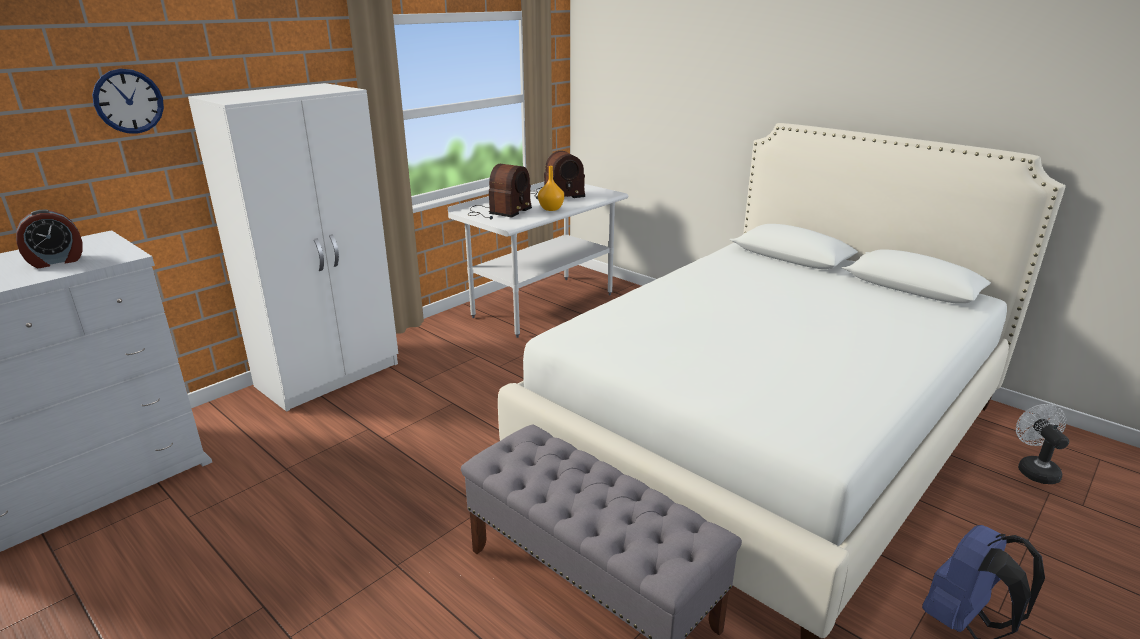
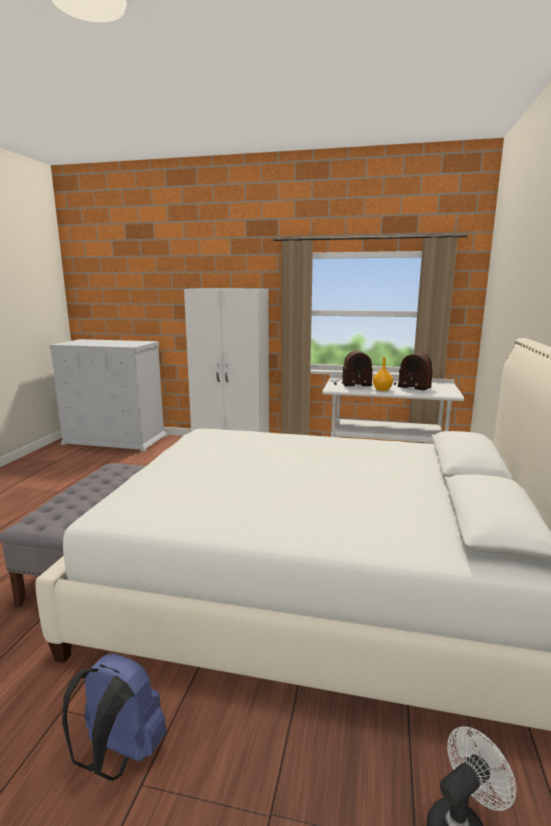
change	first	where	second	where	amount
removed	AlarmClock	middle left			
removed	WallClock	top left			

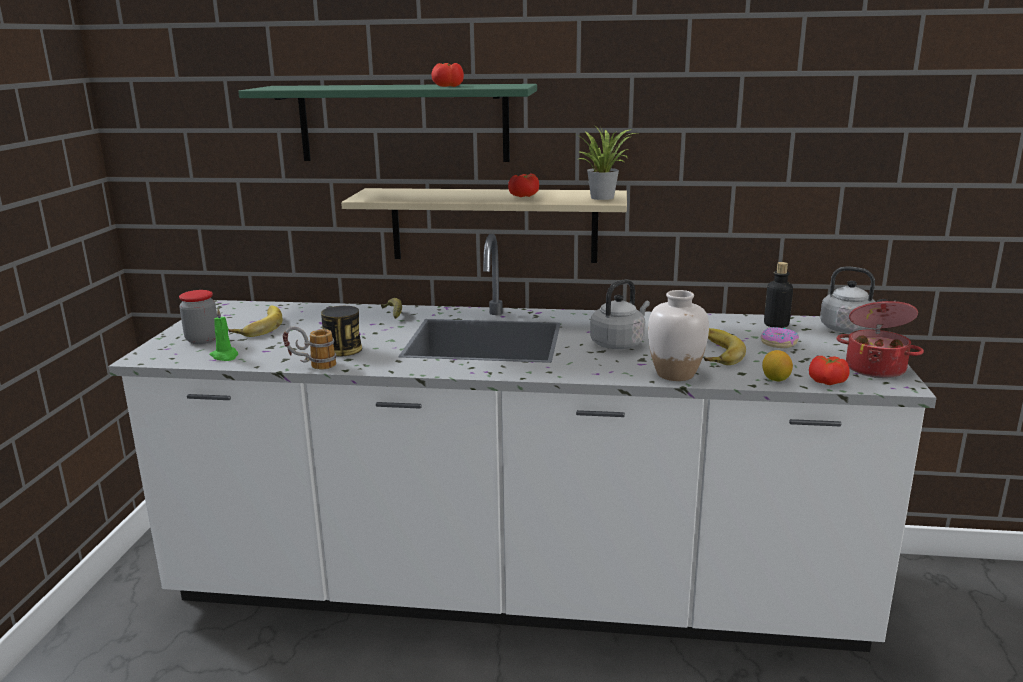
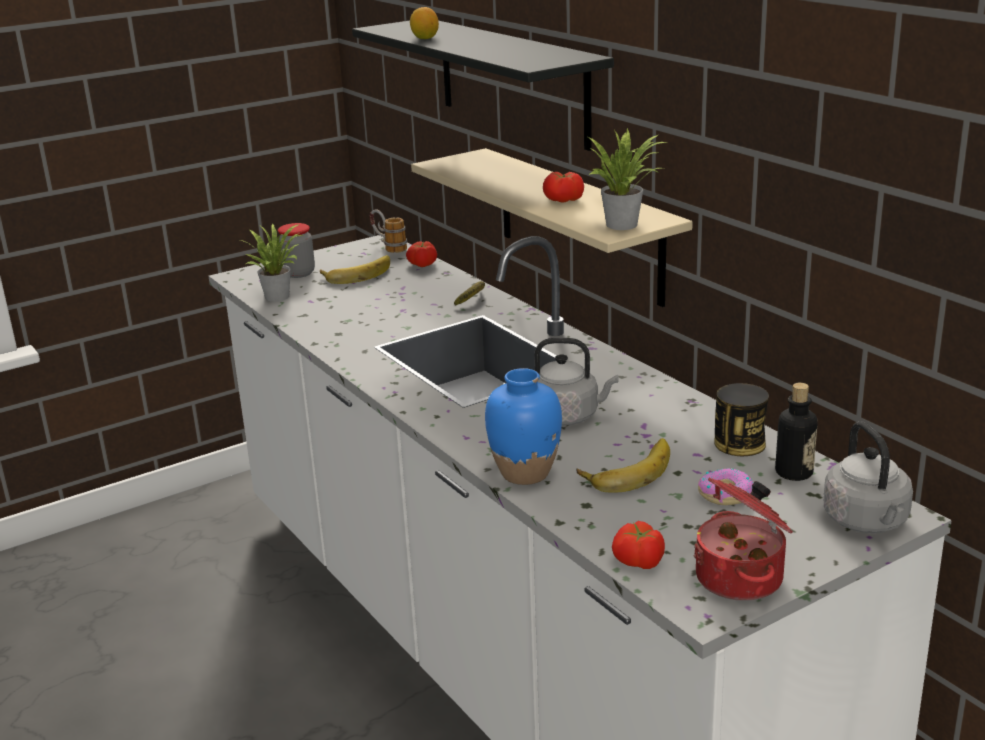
change	first	where	second	where	amount
moved	Mug	middle left		top centre	
moved	Can	centre		middle right	
moved	Tomato (1st from left)	top centre		centre	
moved	Lemon	middle right		top centre	
replaced	GreenCandle	middle left	PottedPlant (1st from left)	middle left	
recoloured	GreenShelf	top centre	BlackShelf	top centre	
recoloured	WhiteVase	centre	BlueVase	centre	

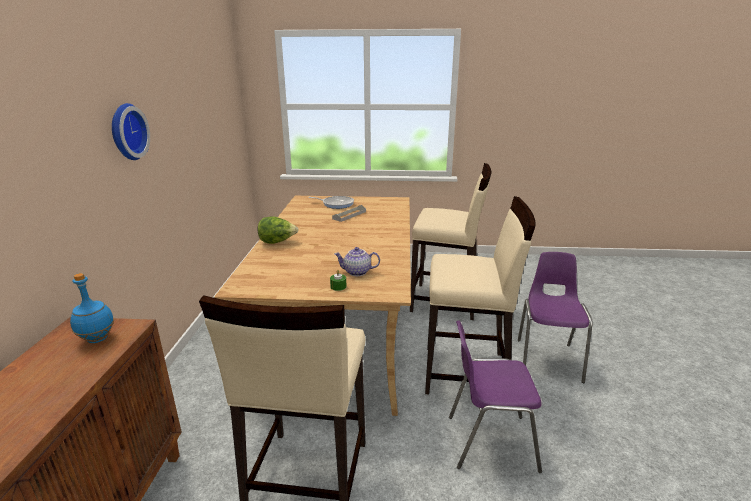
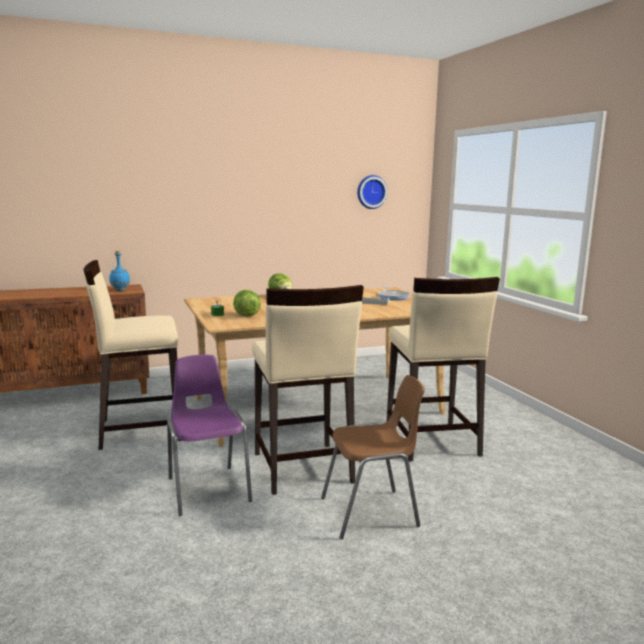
change	first	where	second	where	amount
moved	WallClock	top left		top centre	
replaced	Teapot	centre	Lettuce (1st from left)	centre	
recoloured	PurpleChair (2nd from left)	middle right	BrownChair	bottom centre	

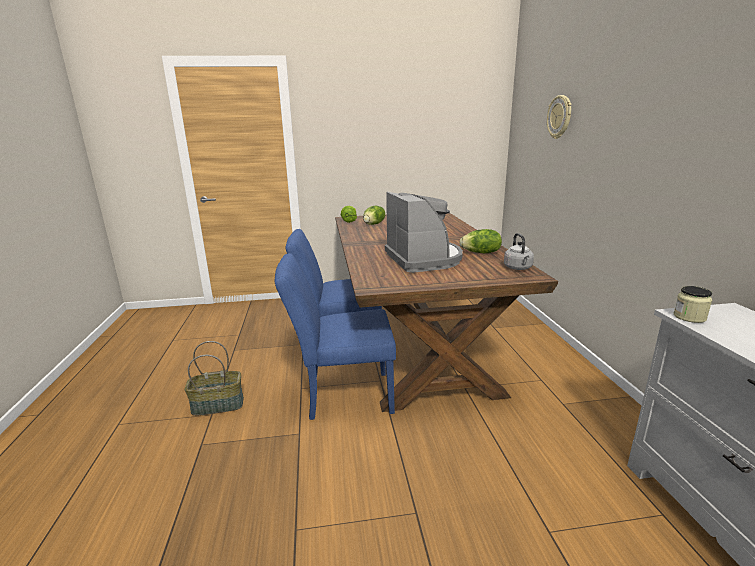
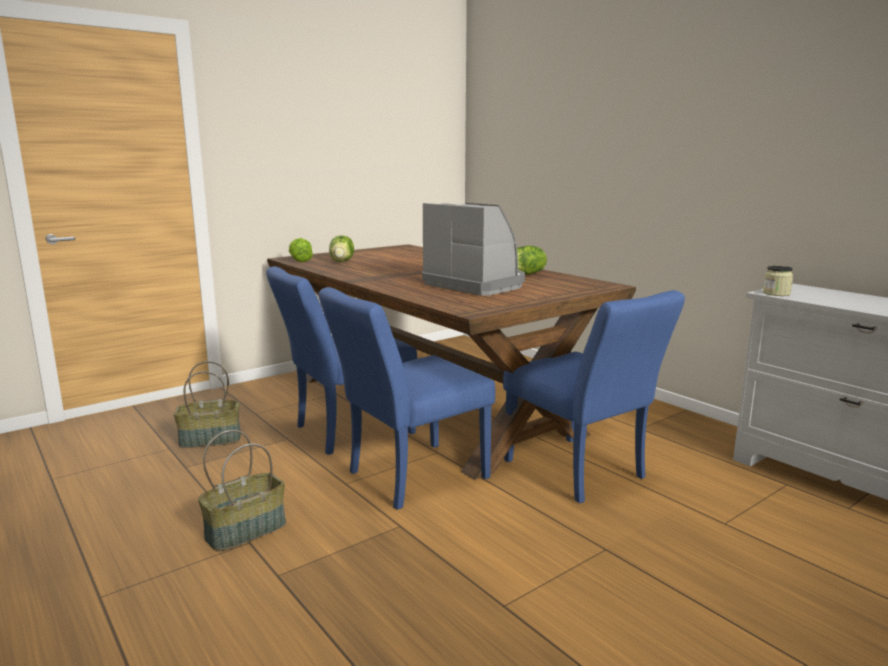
change	first	where	second	where	amount
removed	GreyKettle	middle right			
removed	WallClock	top right			
added			Basket (1st from left)	middle left	
added			BlueChair (3rd from left)	middle right	

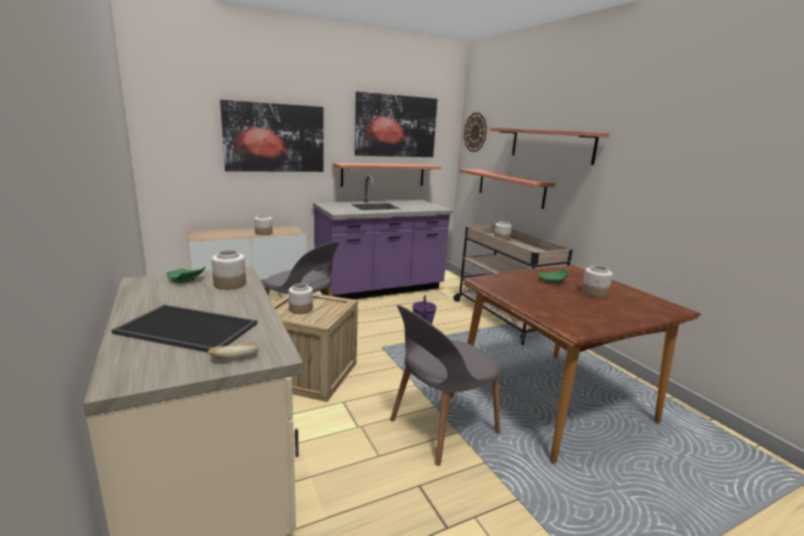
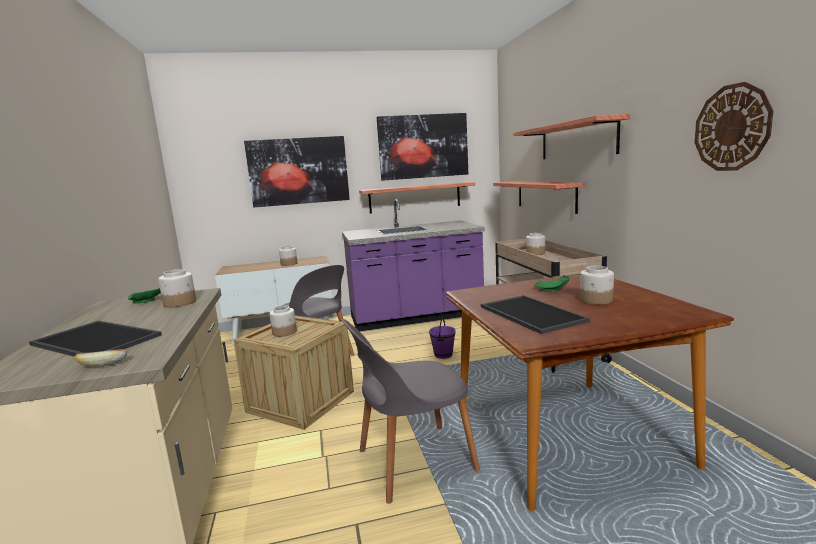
change	first	where	second	where	amount
added			Tray (2nd from left)	centre	
moved	WallClock	top centre		top right	

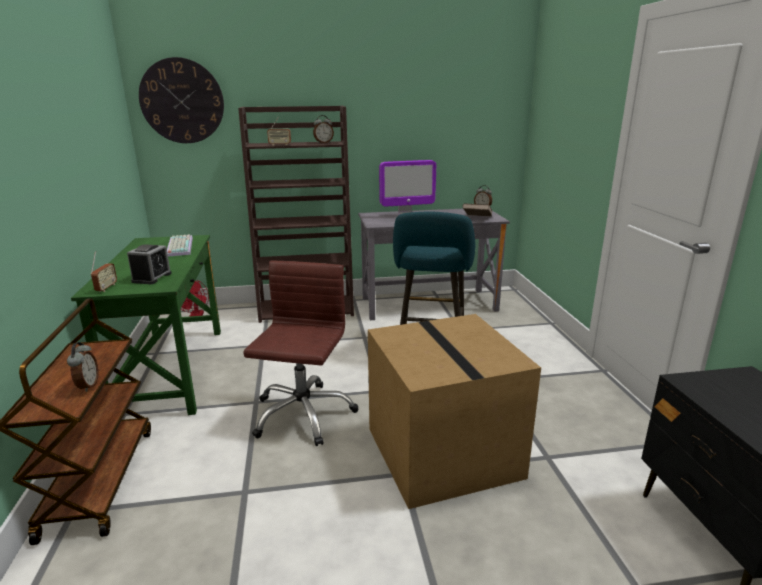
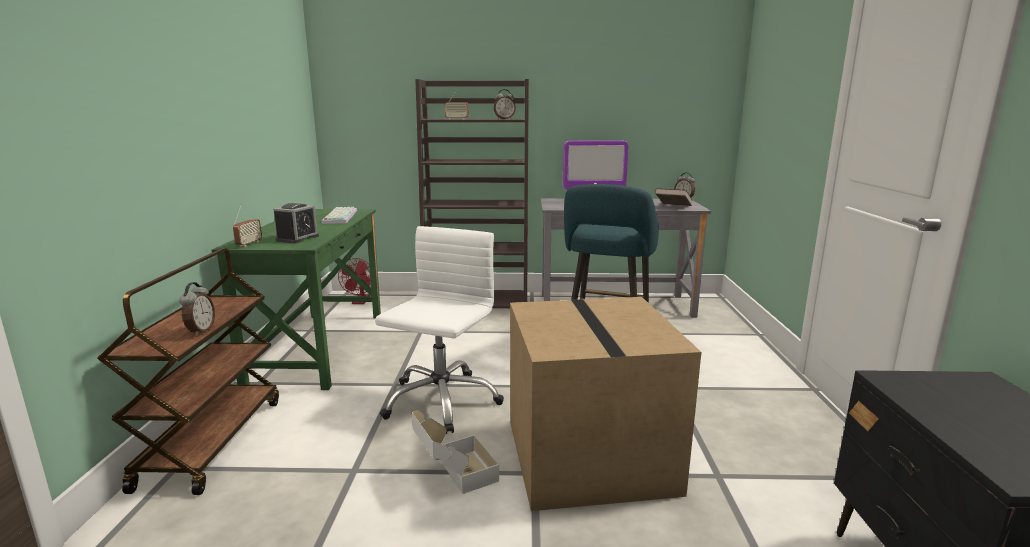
change	first	where	second	where	amount
removed	WallClock	top left			
added			CardboardBox (1st from left)	bottom centre	
recoloured	BrownOfficeChair	centre	WhiteOfficeChair	centre	

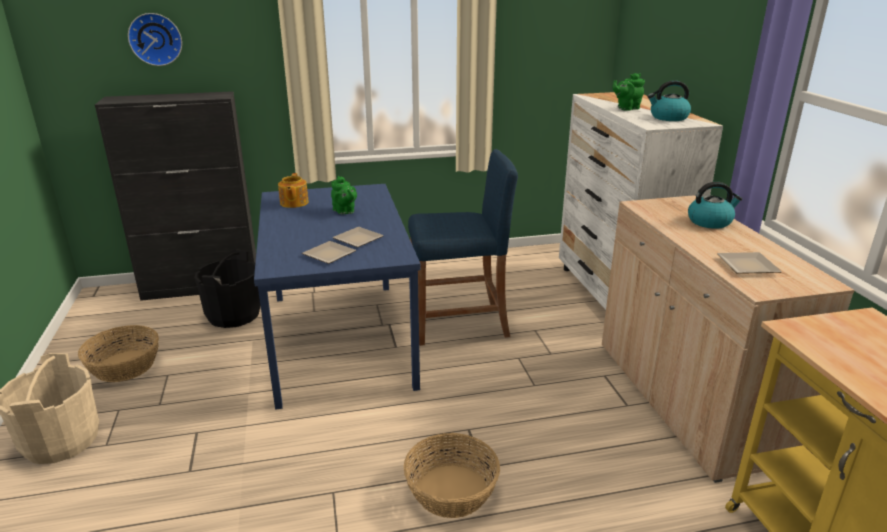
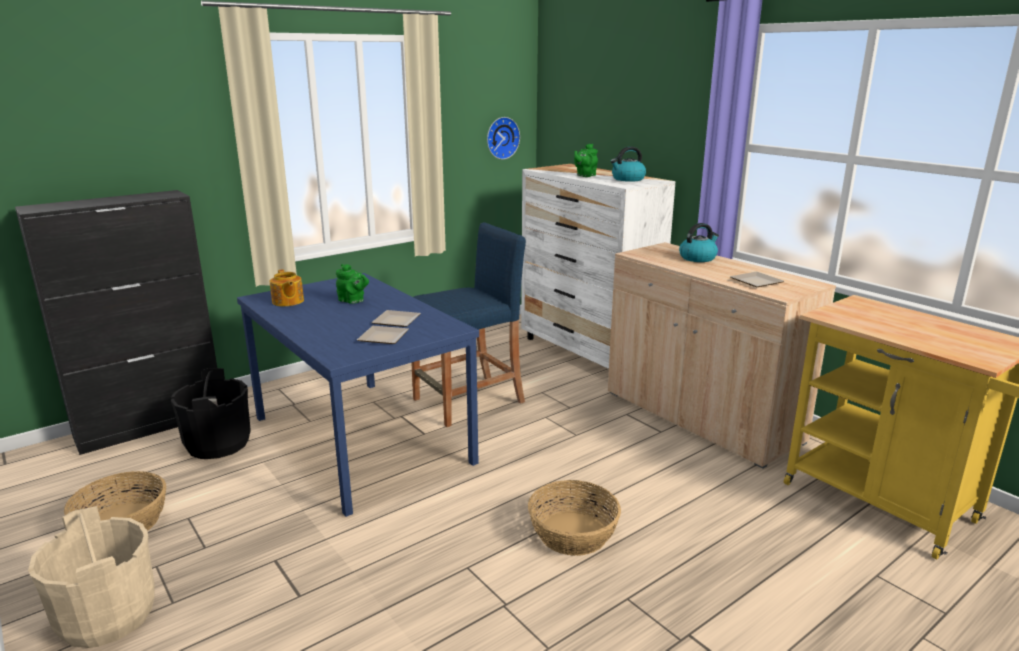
change	first	where	second	where	amount
moved	WallClock	top left		top centre	

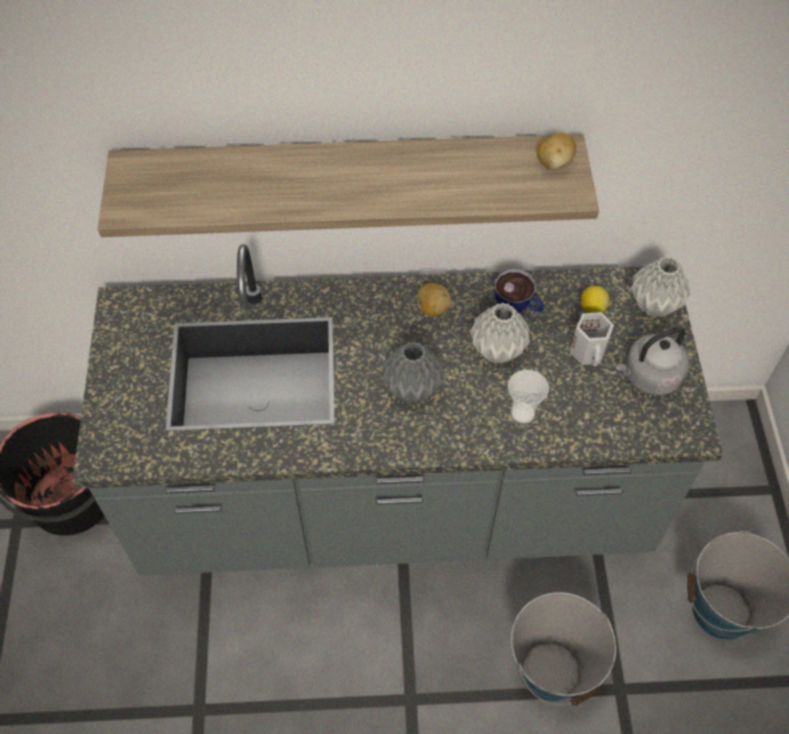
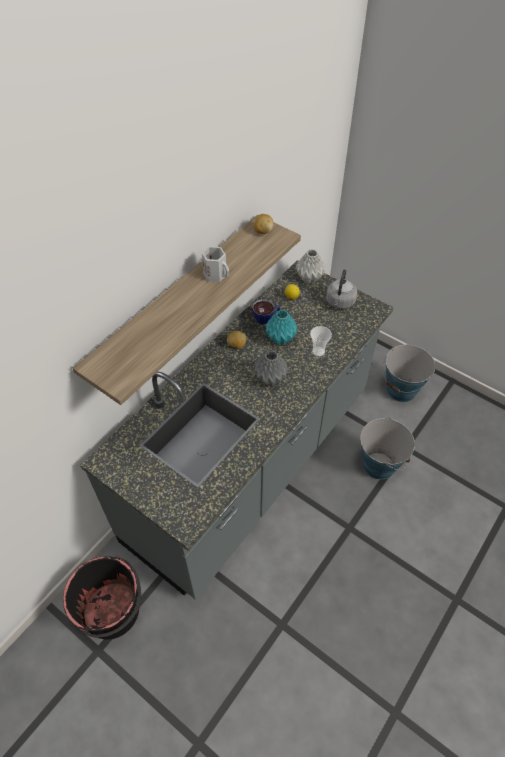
change	first	where	second	where	amount
moved	WhiteMug	middle right		centre	
recoloured	GreyVase (2nd from left)	centre	TurquoiseVase	centre	

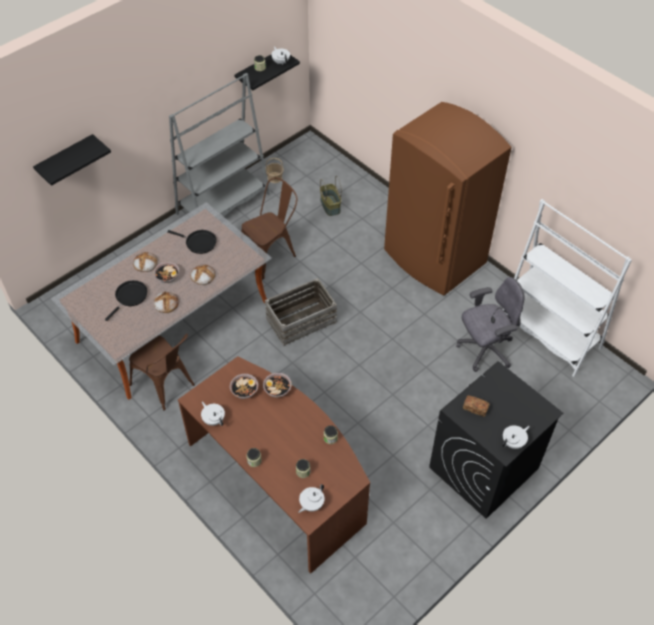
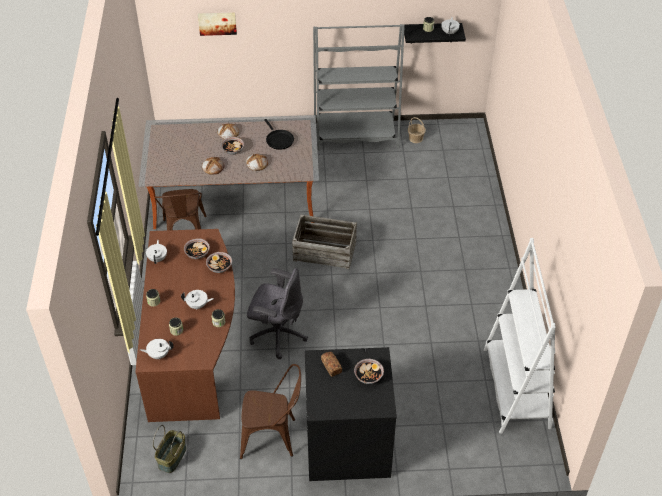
change	first	where	second	where	amount
removed	BlackFryingPan (1st from left)	middle left			
removed	BrownFridge	top right			
added			Bowl (4th from left)	bottom centre	
moved	BrownChair (2nd from left)	centre		bottom centre	
moved	Basket (2nd from left in the first image)	top centre	Basket (1st from left)	bottom left	
moved	GreyOfficeChair	middle right		centre	
moved	WhiteTeapot (4th from left in the first image)	bottom right	WhiteTeapot (3rd from left)	middle left	
replaced	BlackShelf (1st from left)	top left	Picture	top left	

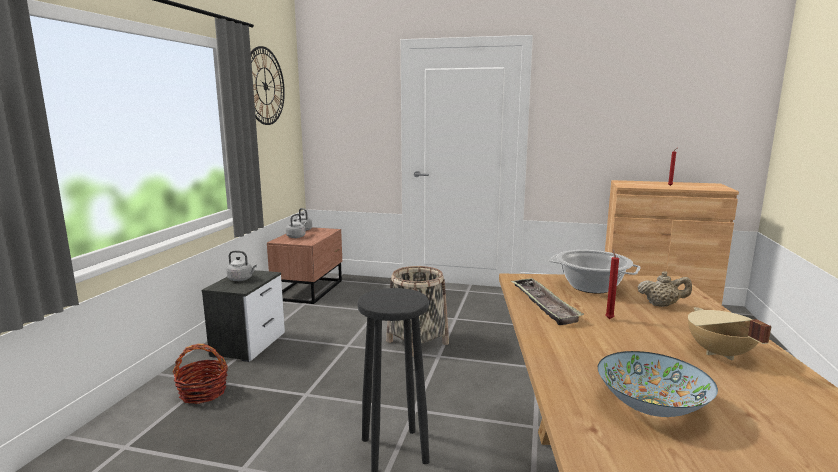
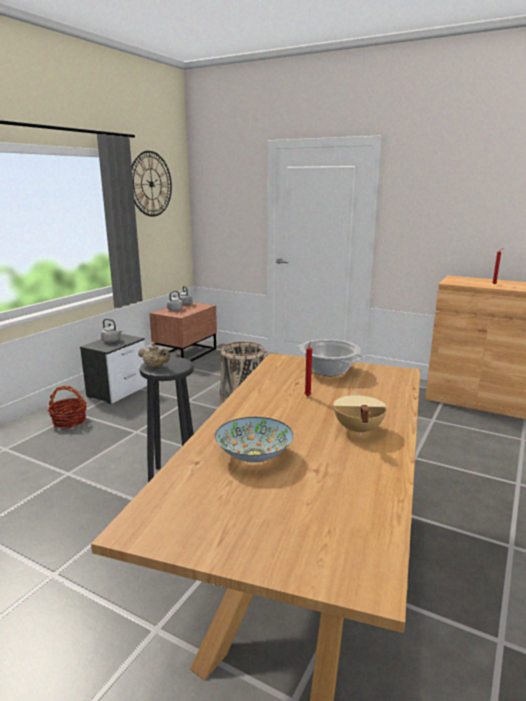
change	first	where	second	where	amount
removed	Tray	centre			
moved	BeigeTeapot	middle right		middle left	

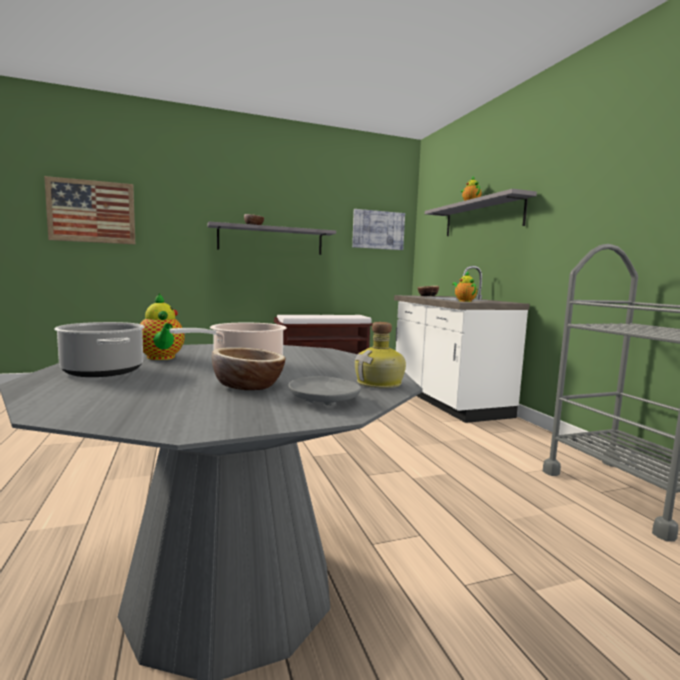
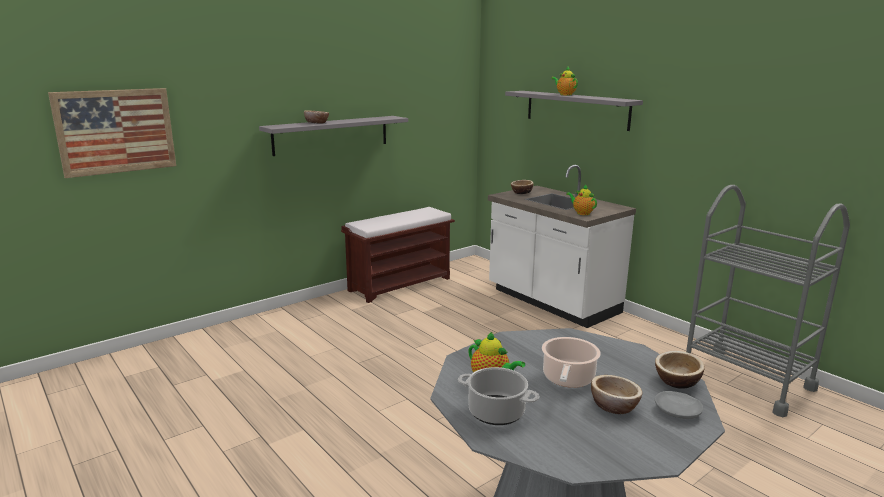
change	first	where	second	where	amount
removed	Picture (2nd from left)	centre			
replaced	Bottle	centre	Bowl (4th from left)	bottom right	

